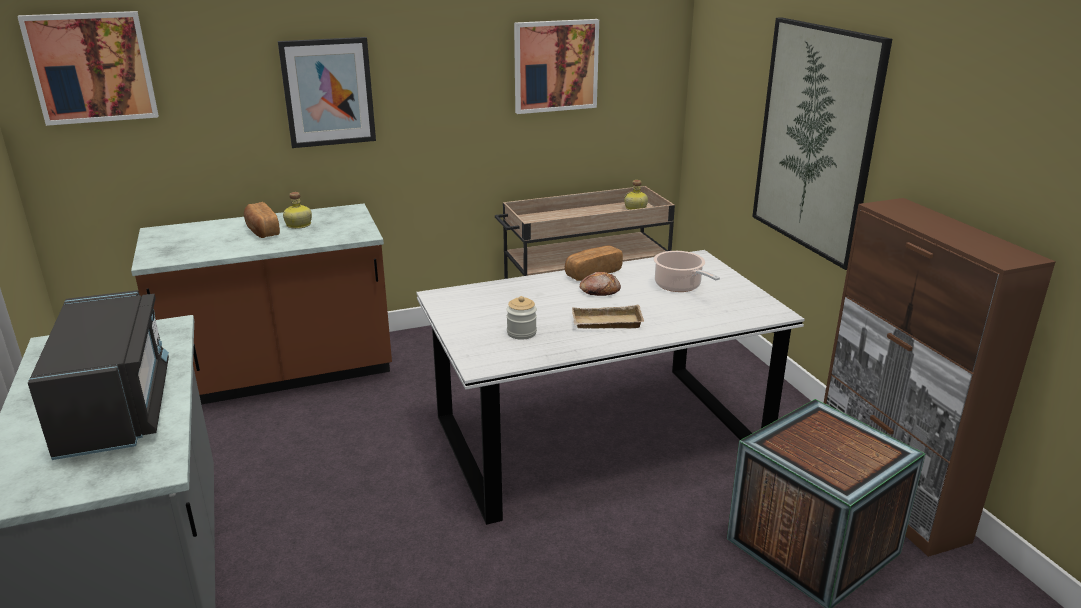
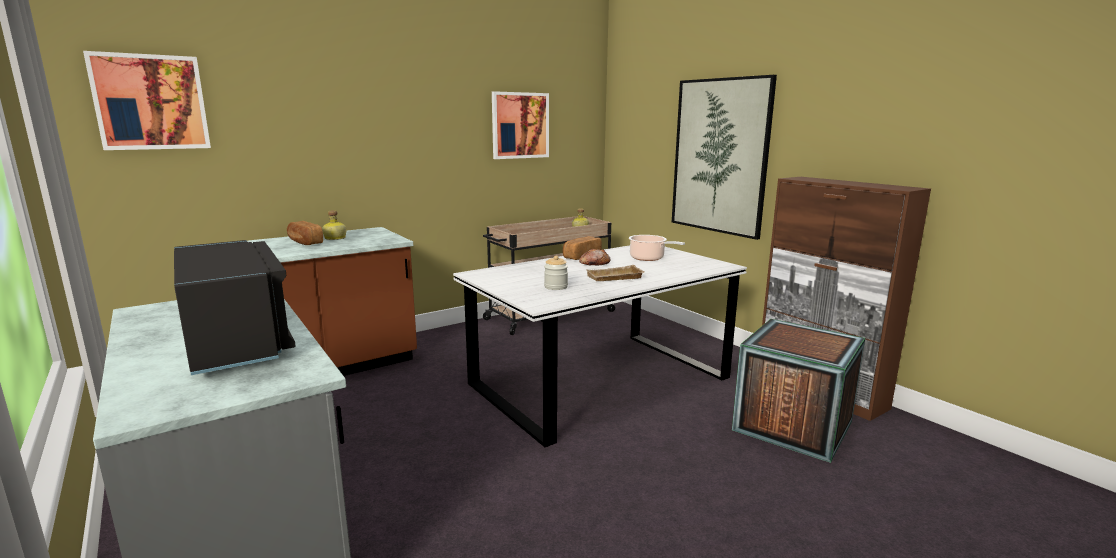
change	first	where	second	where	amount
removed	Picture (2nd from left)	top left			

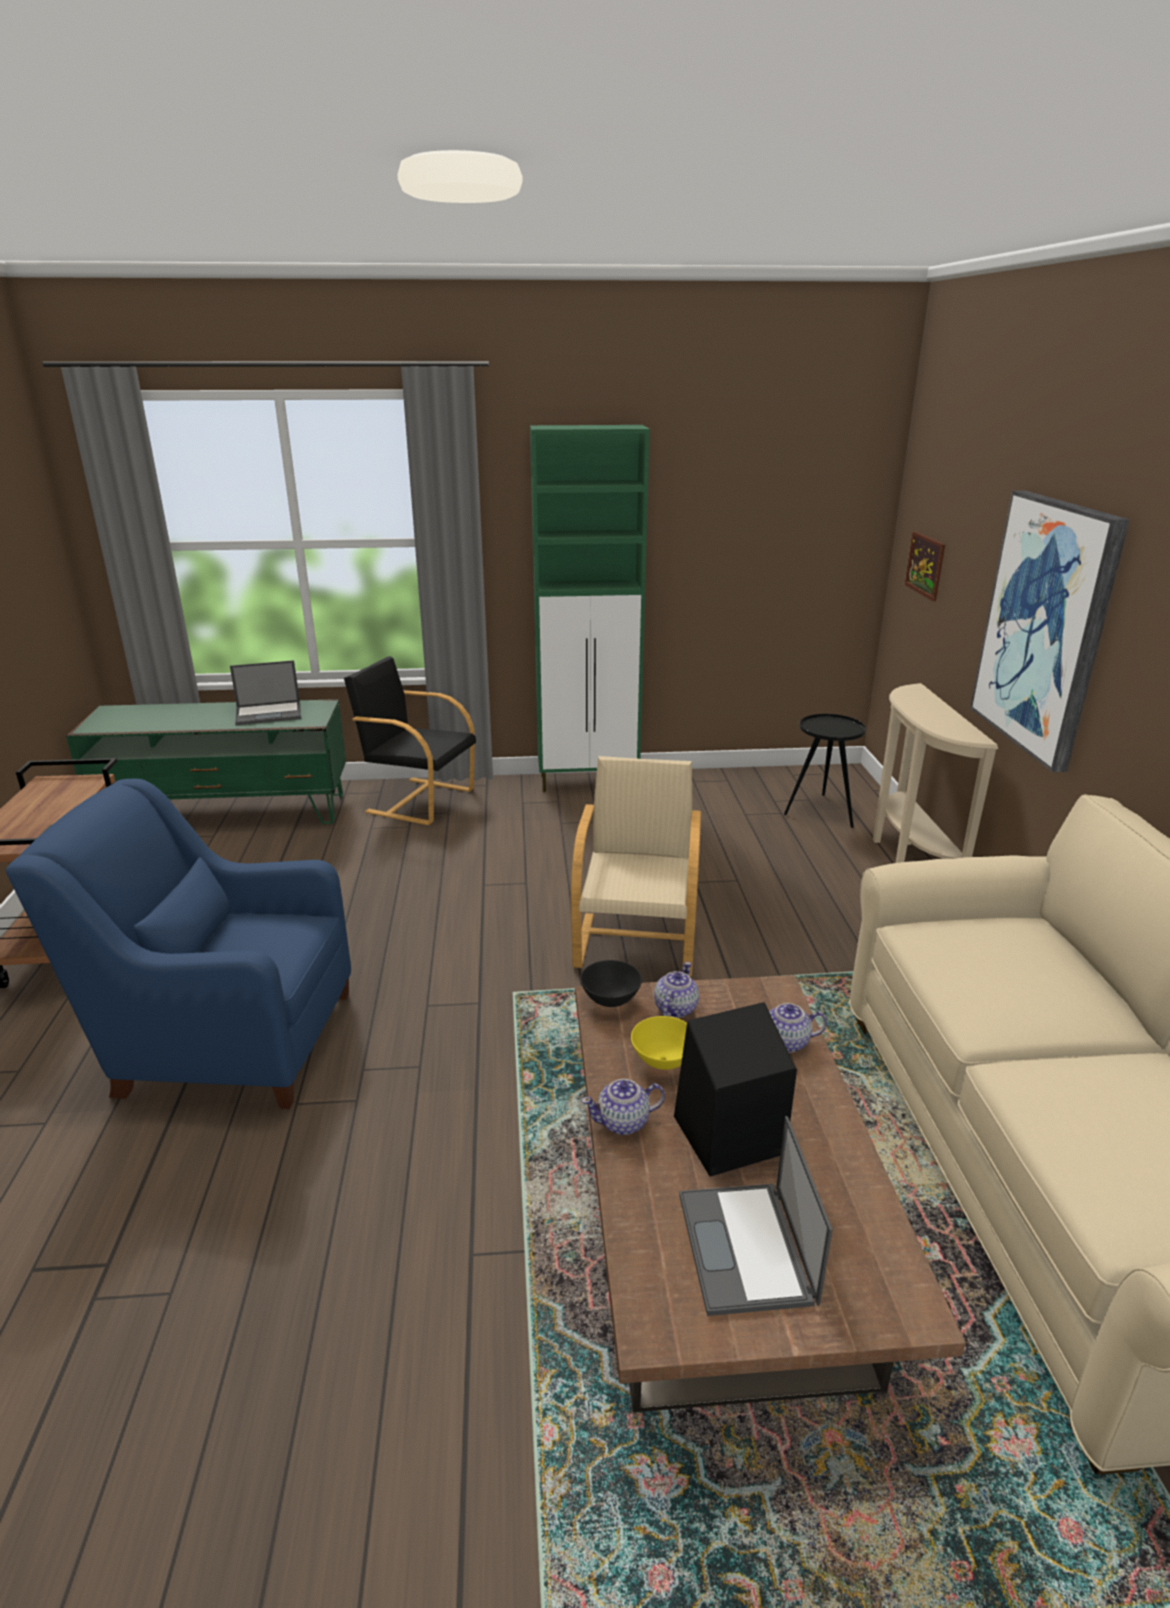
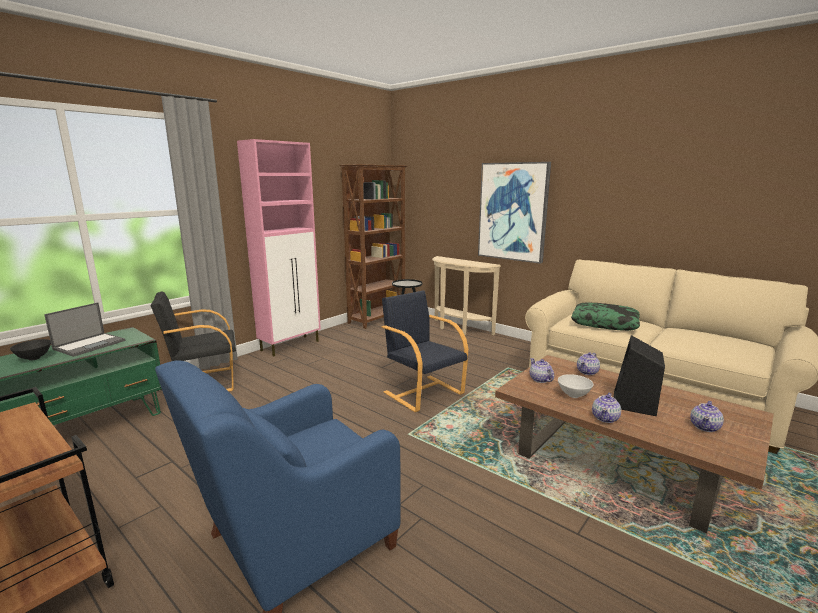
change	first	where	second	where	amount
removed	Picture (1st from left)	middle right			
added			BrownBookcase	centre	
added			Pillow	middle right	
moved	BlackBowl	centre		middle left	
replaced	Laptop (2nd from left)	bottom centre	Teapot (4th from left)	bottom right	
recoloured	GreenCabinet	centre	PinkCabinet	centre	
recoloured	BeigeArmchair	centre	BlackArmchair (2nd from left)	centre	
recoloured	YellowBowl	centre	WhiteBowl	middle right	

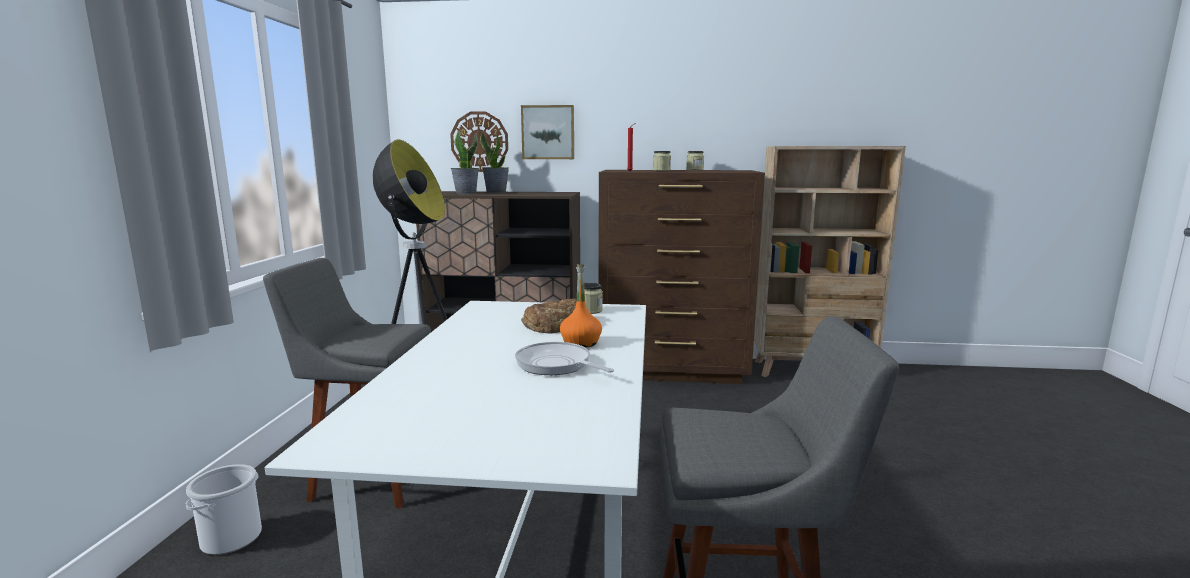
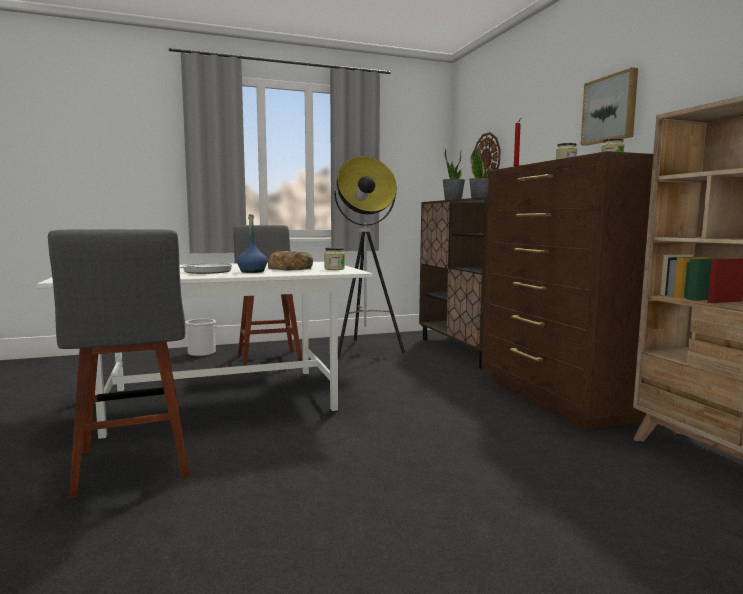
change	first	where	second	where	amount
moved	Picture	top centre		top right	
recoloured	OrangeBottle	centre	BlueBottle	centre	

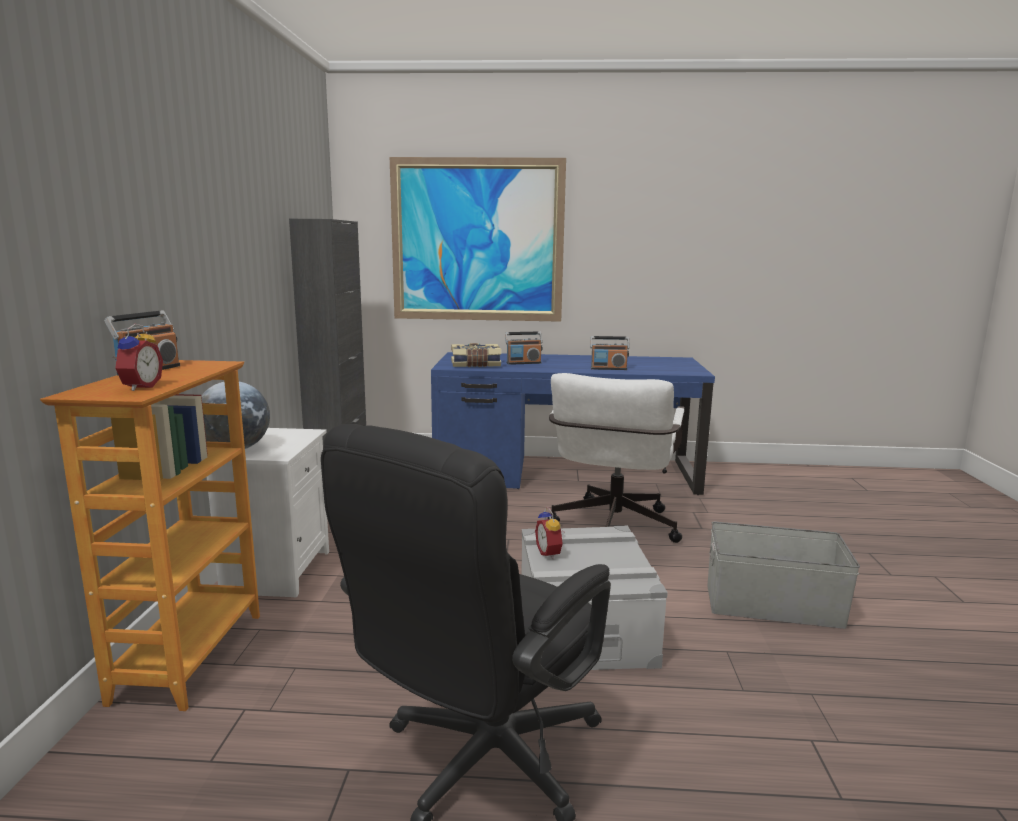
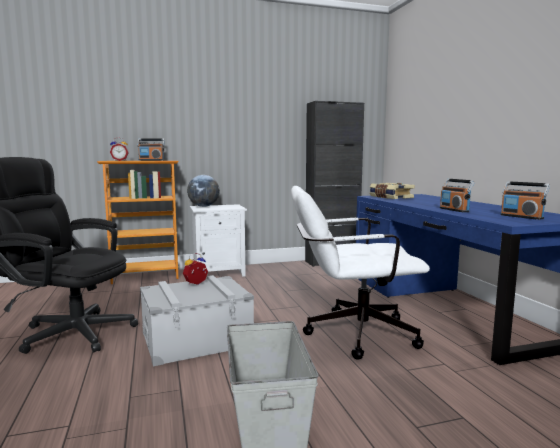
change	first	where	second	where	amount
removed	Picture	top centre			
moved	Radio (2nd from left in the first image)	centre	Radio (3rd from left)	middle right	

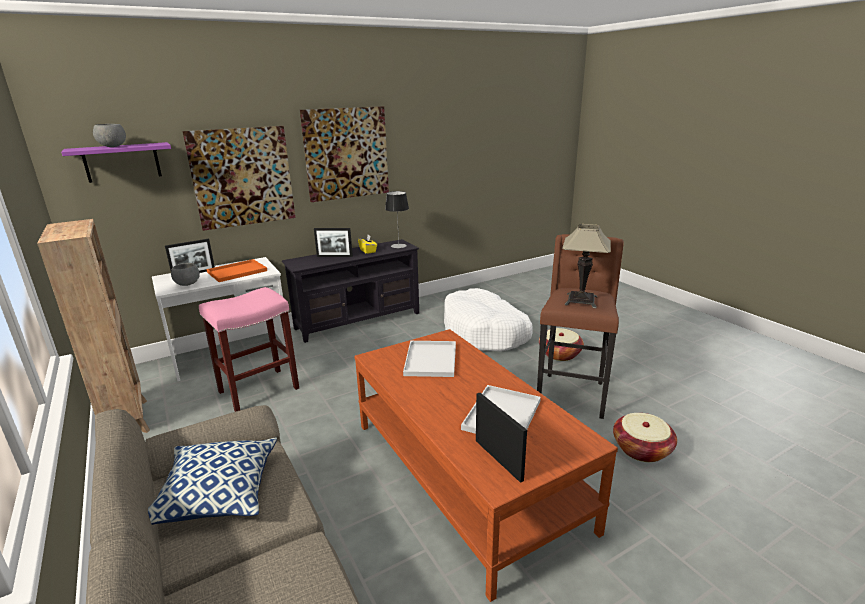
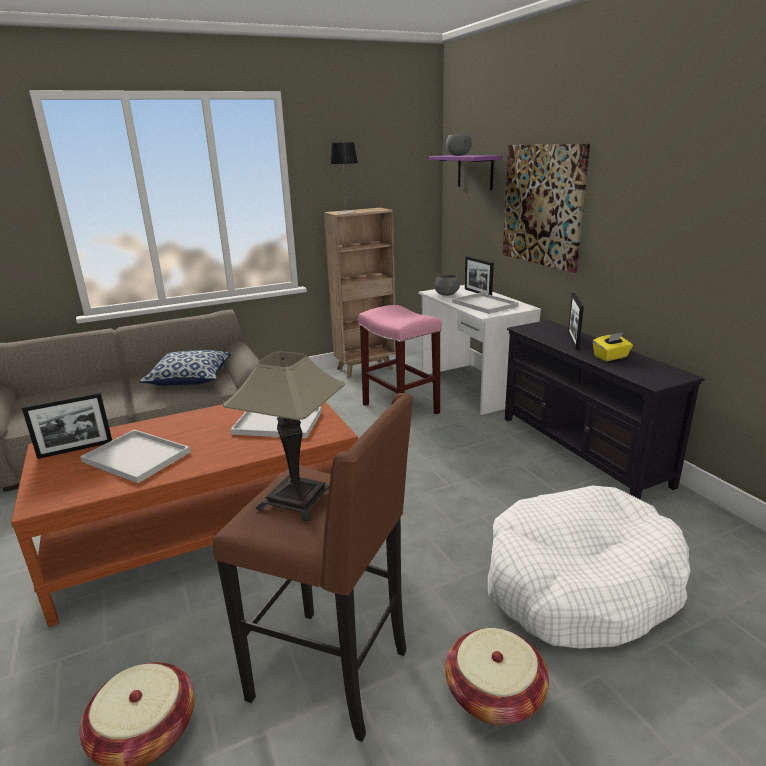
change	first	where	second	where	amount
removed	Picture (2nd from left)	top centre			
moved	TableLamp (1st from left in the first image)	centre	TableLamp (2nd from left)	top centre	
recoloured	OrangeTray	middle left	WhiteTray (3rd from left)	centre	

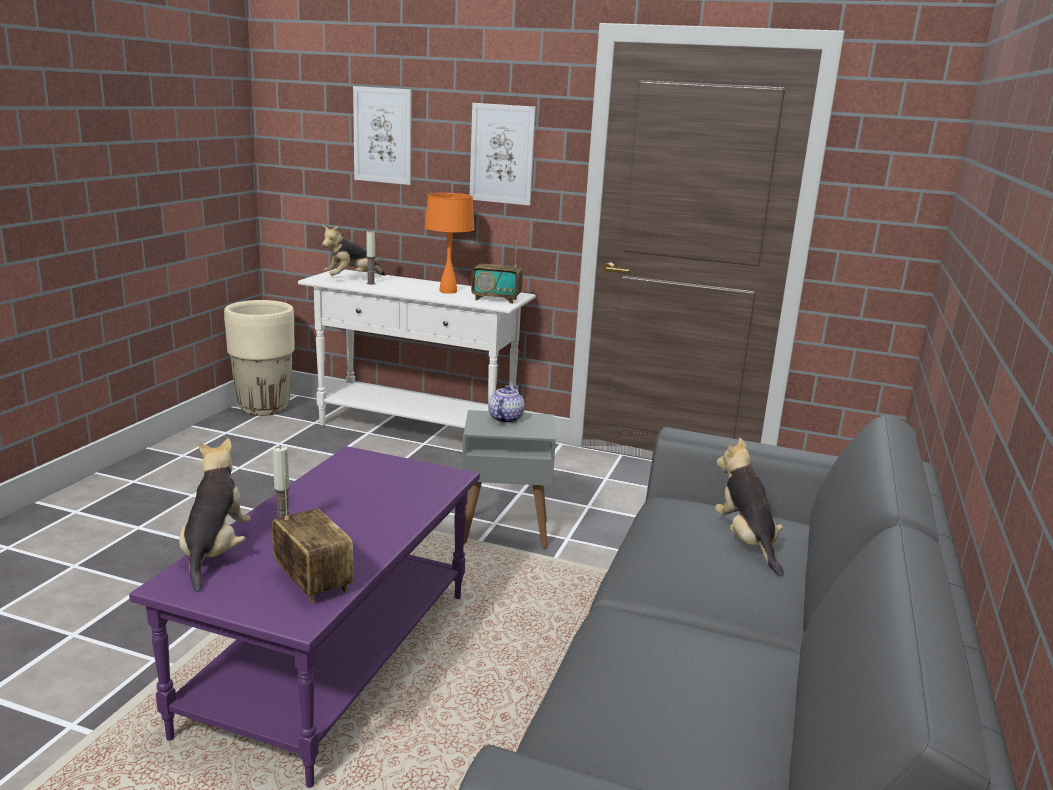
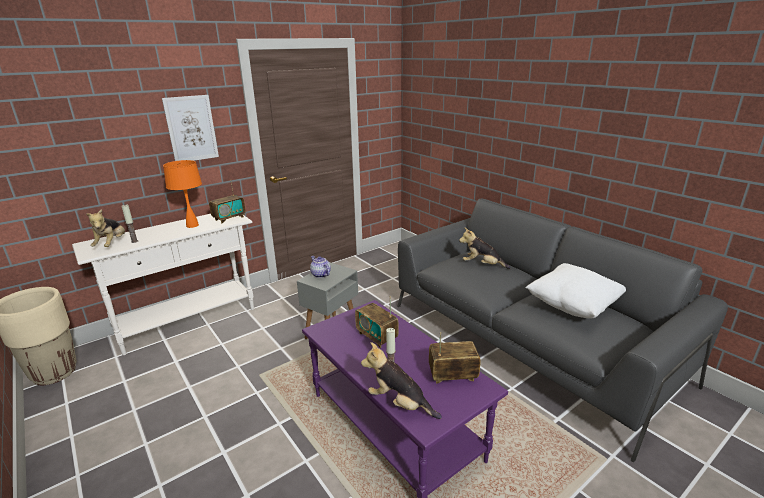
change	first	where	second	where	amount
removed	Picture (1st from left)	top centre			
added			Radio (2nd from left)	centre	
added			WhitePillow	middle right	

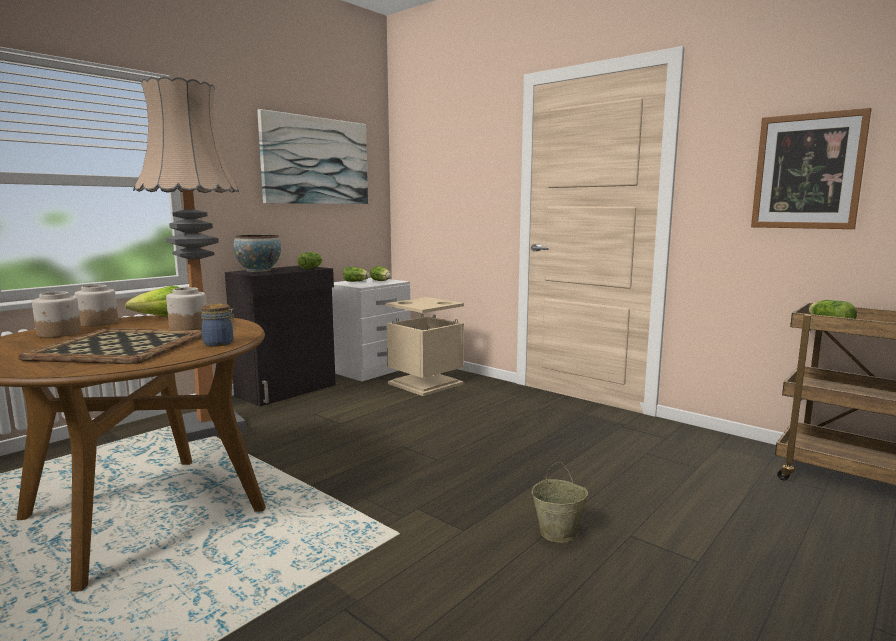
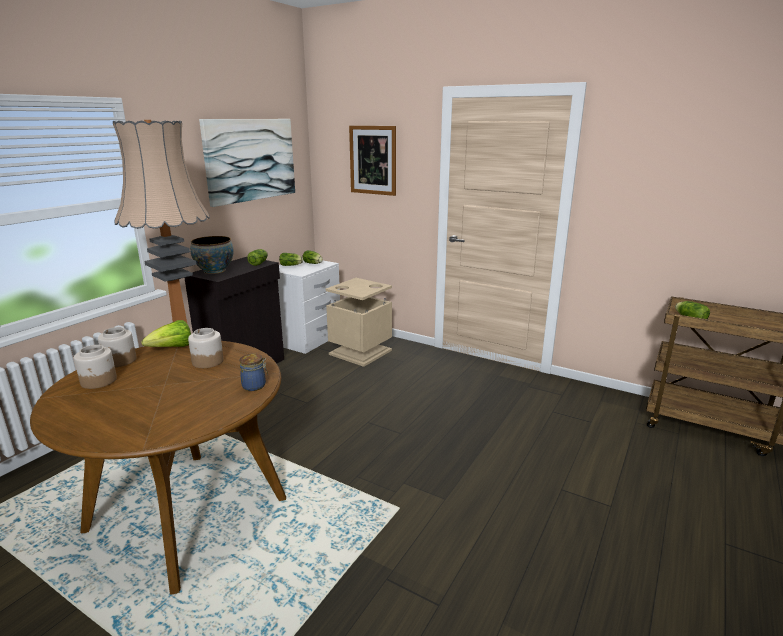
change	first	where	second	where	amount
removed	Tray	middle left			
removed	BeigeBucket	bottom centre			
moved	Picture (2nd from left)	top right		top centre	

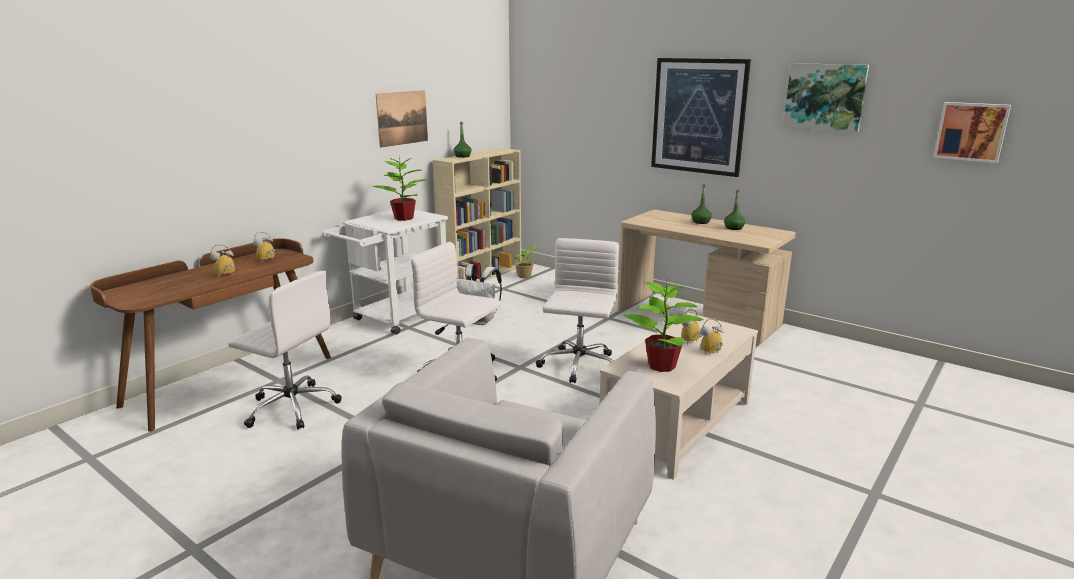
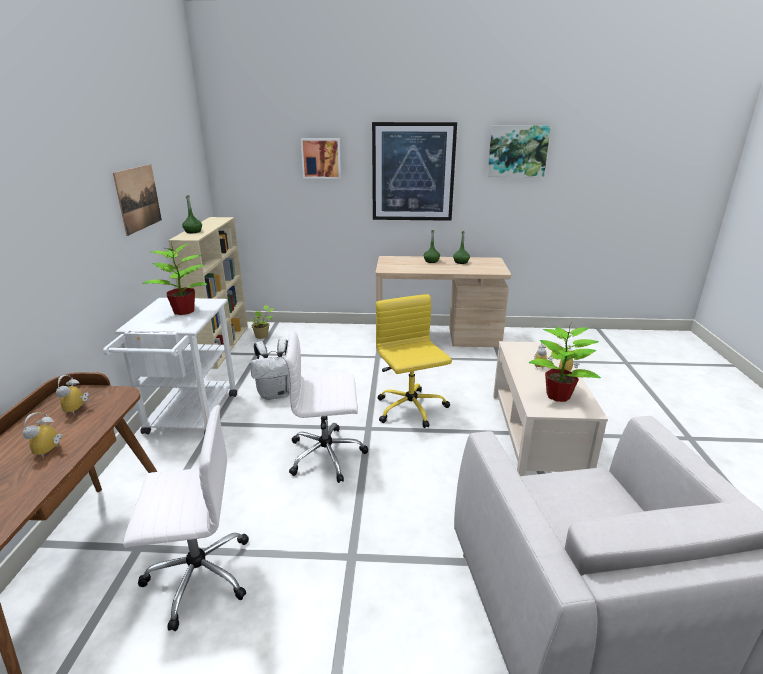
change	first	where	second	where	amount
moved	Picture (4th from left in the first image)	top right	Picture (2nd from left)	top centre	
recoloured	WhiteOfficeChair (3rd from left)	centre	YellowOfficeChair	centre	

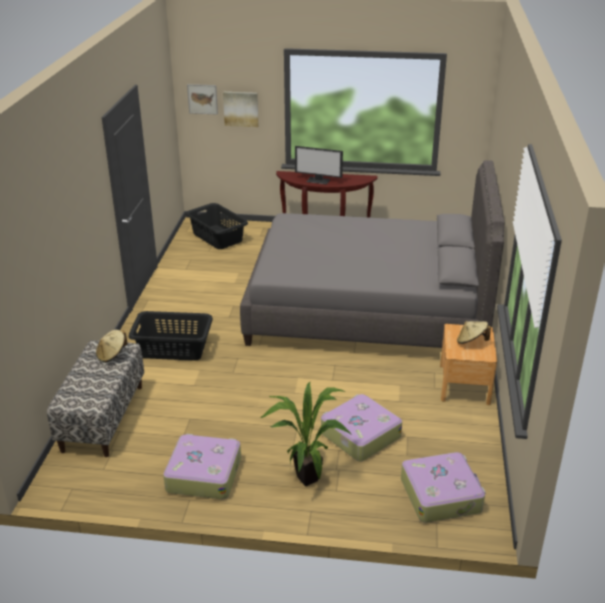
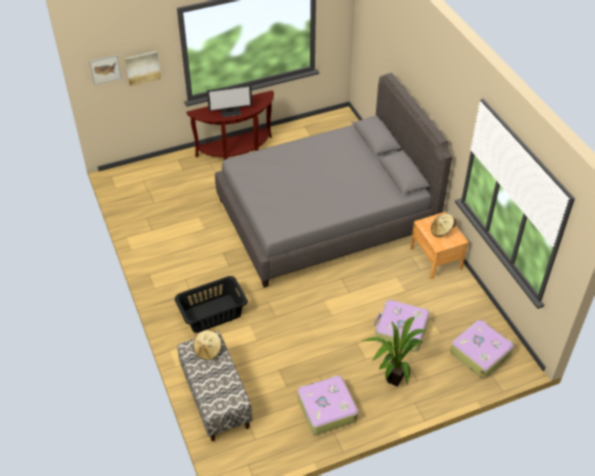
change	first	where	second	where	amount
removed	BlackLaundryBasket (2nd from left)	centre			

